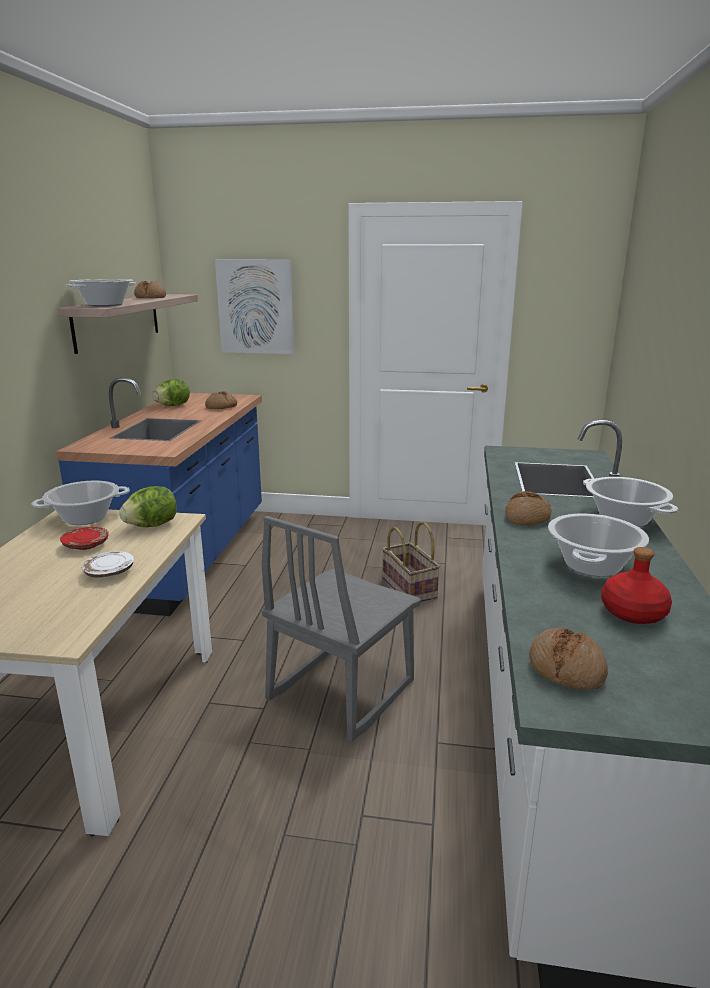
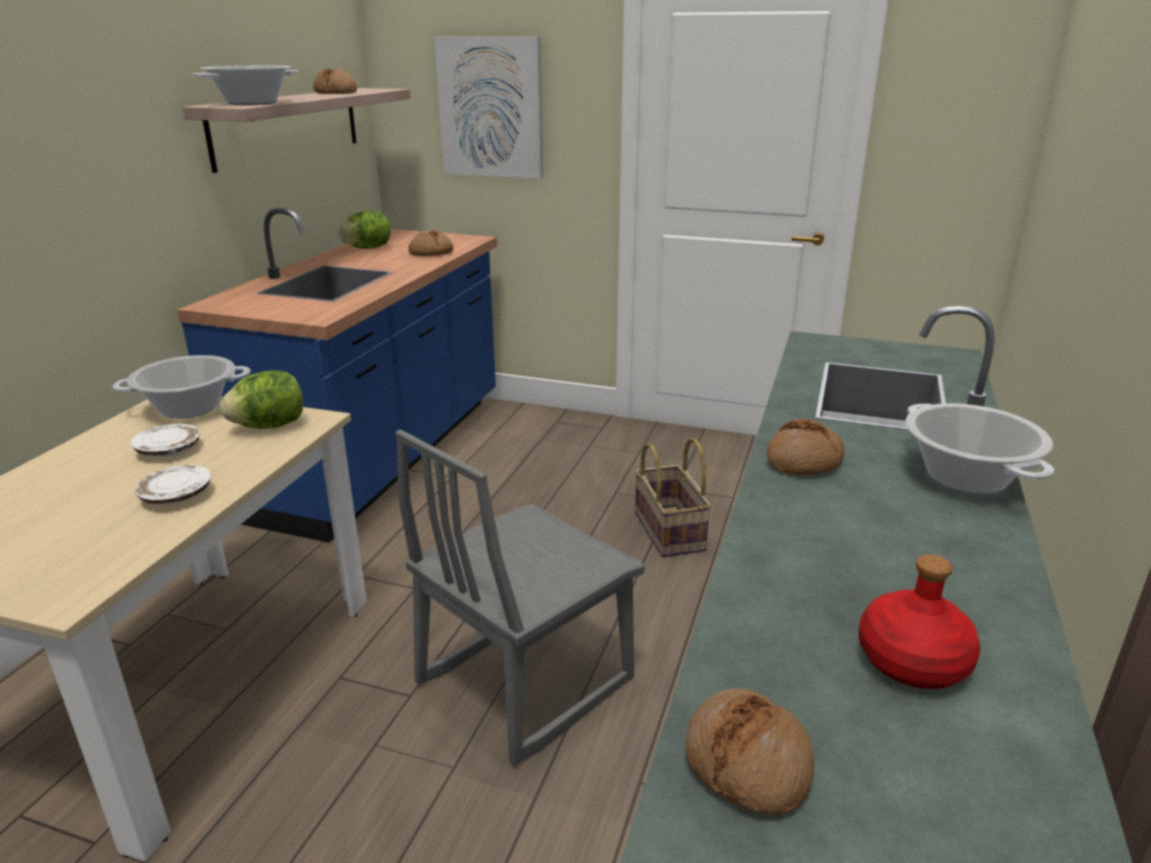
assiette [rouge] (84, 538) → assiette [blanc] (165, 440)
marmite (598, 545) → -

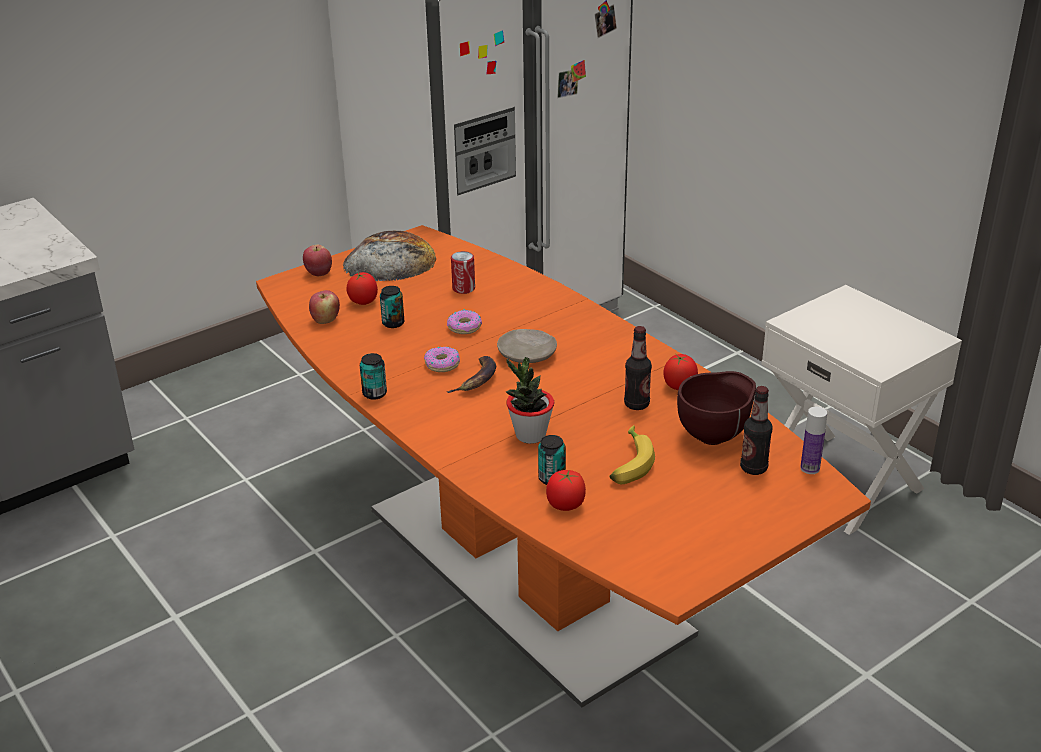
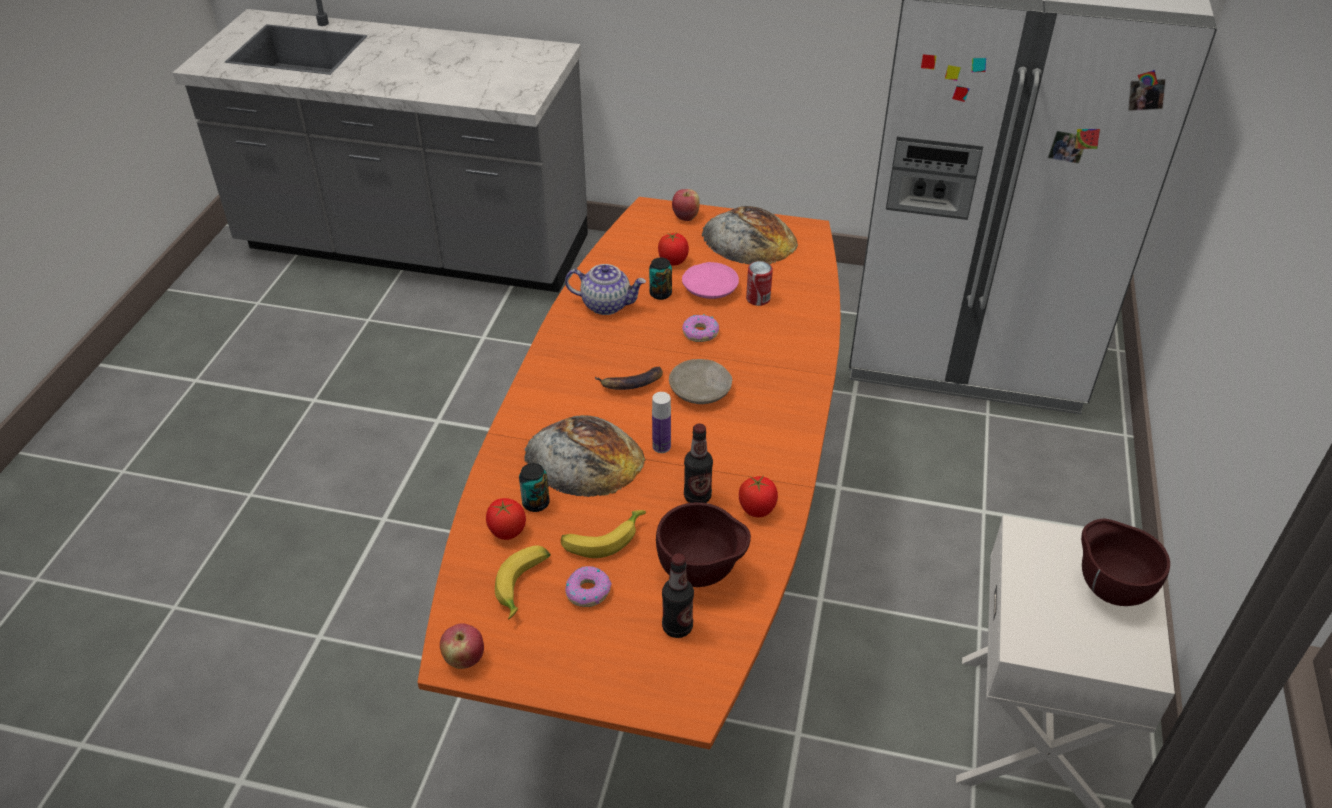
pomme (324, 307) → pomme (462, 646), moved
boîte métallique (373, 376) → -
beignet (442, 359) → beignet (588, 586), moved
plante en pot (530, 400) → pain (584, 456)
bouteille (813, 440) → bouteille (661, 422), moved
- → banane (523, 582)
- → théière (605, 289)
- → assiette [rose] (710, 280)
- → bol [marron] (1125, 562)

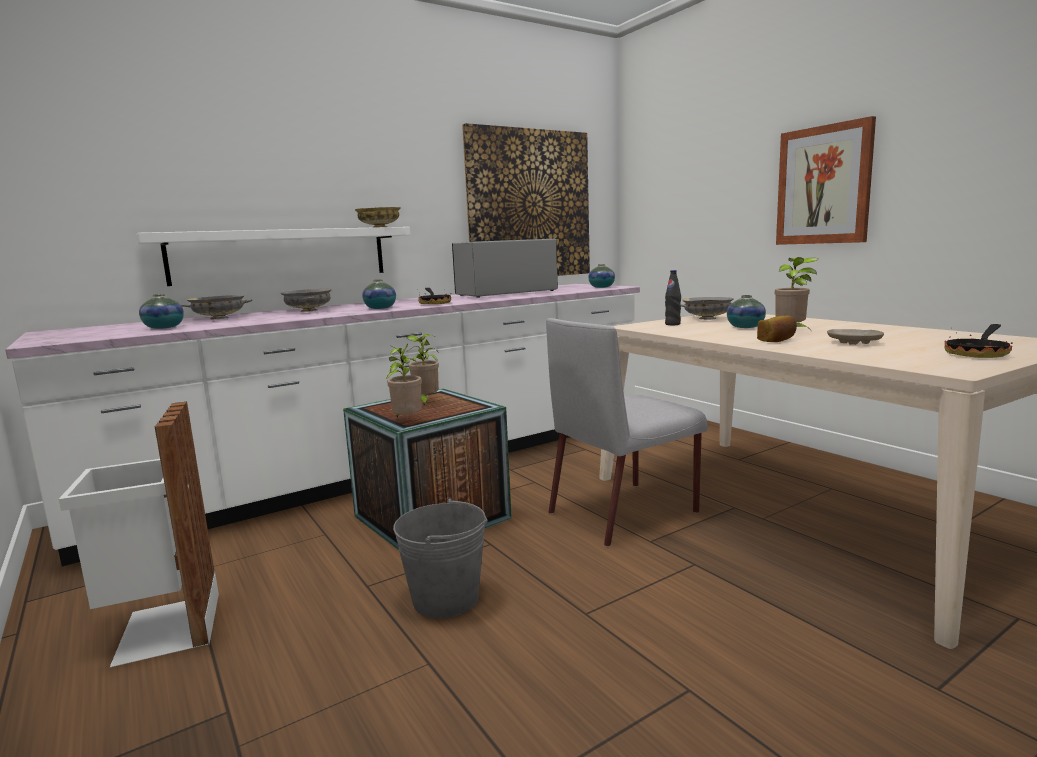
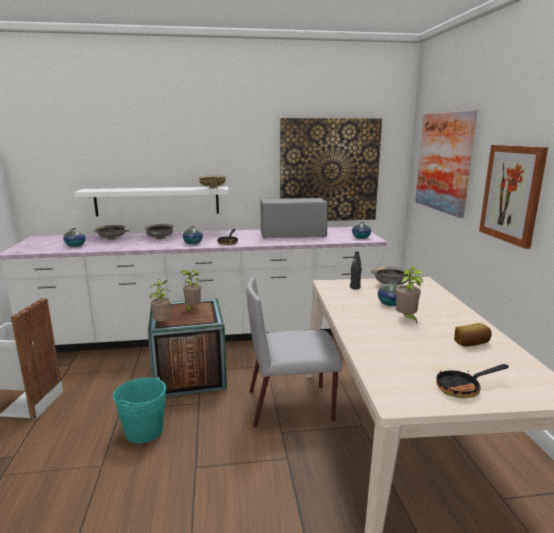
seau [gris] (440, 558) → seau [turquoise] (139, 410)
pain (777, 328) → pain (473, 334), moved
assiette [beige] (855, 337) → -
- → tableau (446, 164)

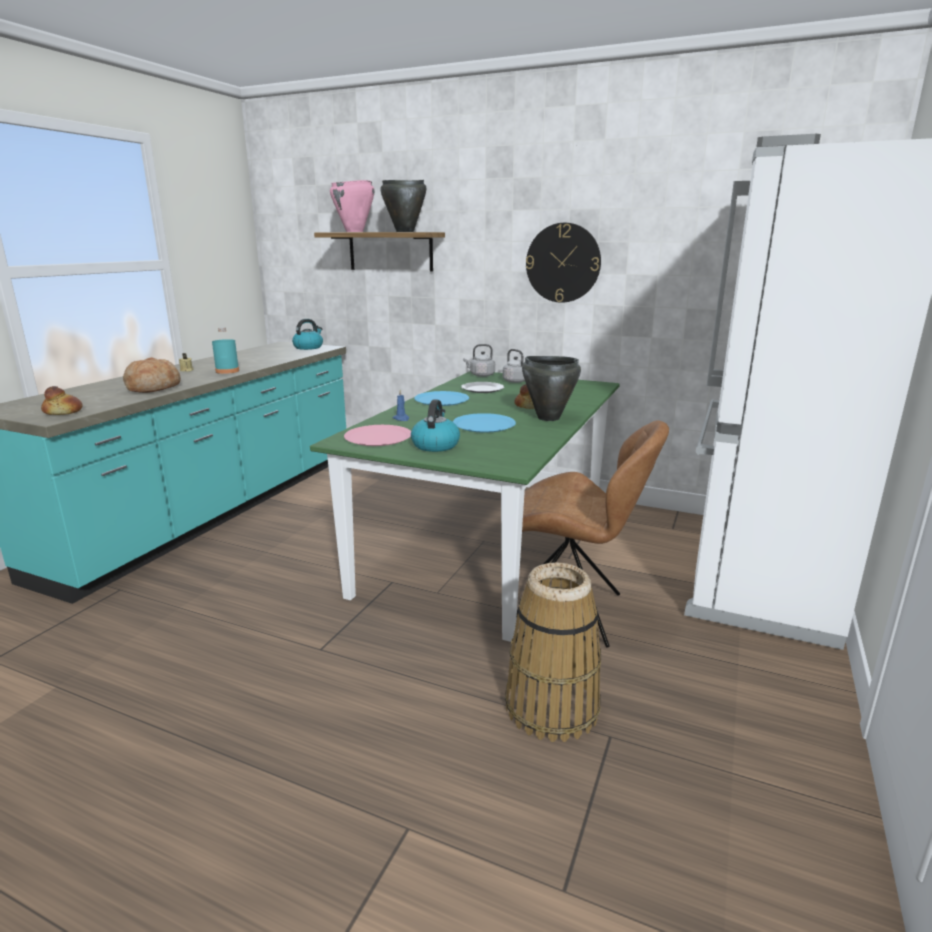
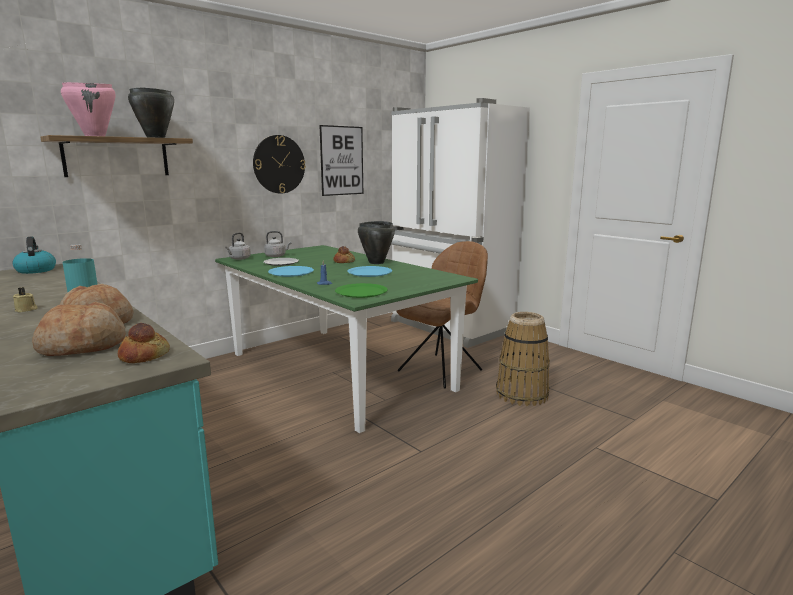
assiette [rose] (377, 435) → assiette [vert] (361, 290)
bouilloire (435, 425) → -
- → pain (79, 329)
- → tableau (341, 160)

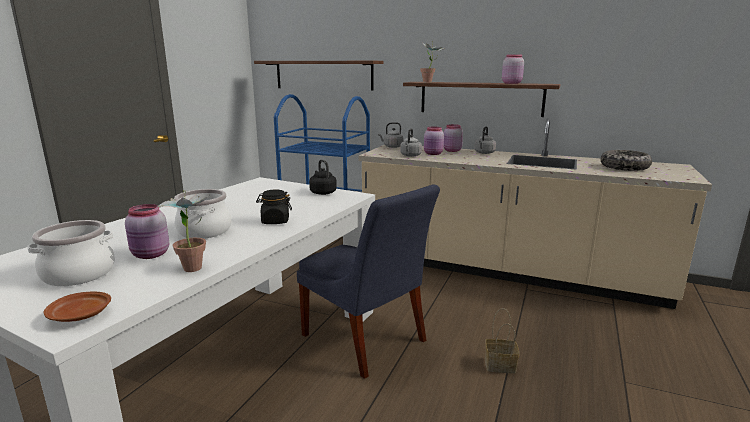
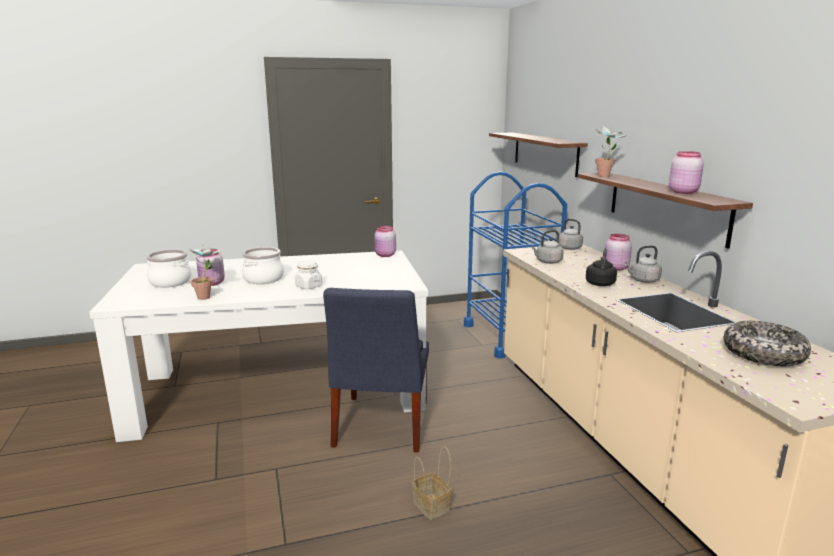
assiette [marron] (77, 306) → -
bocal [noir] (274, 207) → bocal [blanc] (308, 274)
bouilloire [noir] (323, 177) → bouilloire [noir] (601, 267), moved
bocal [rose] (434, 141) → bocal [rose] (385, 241), moved

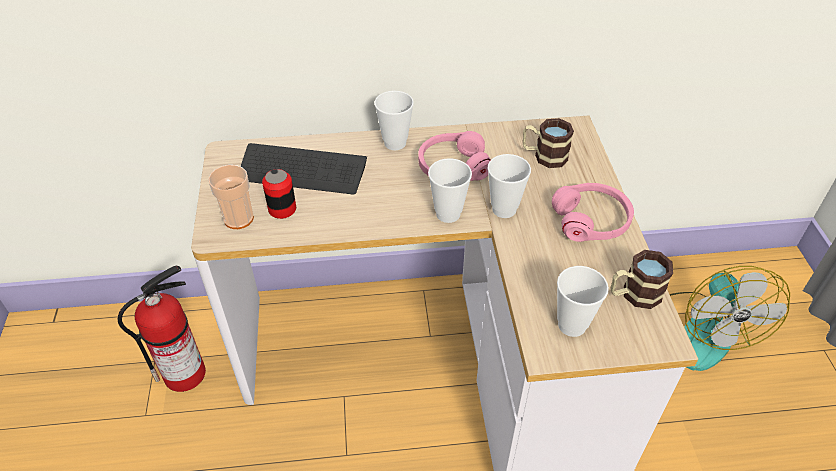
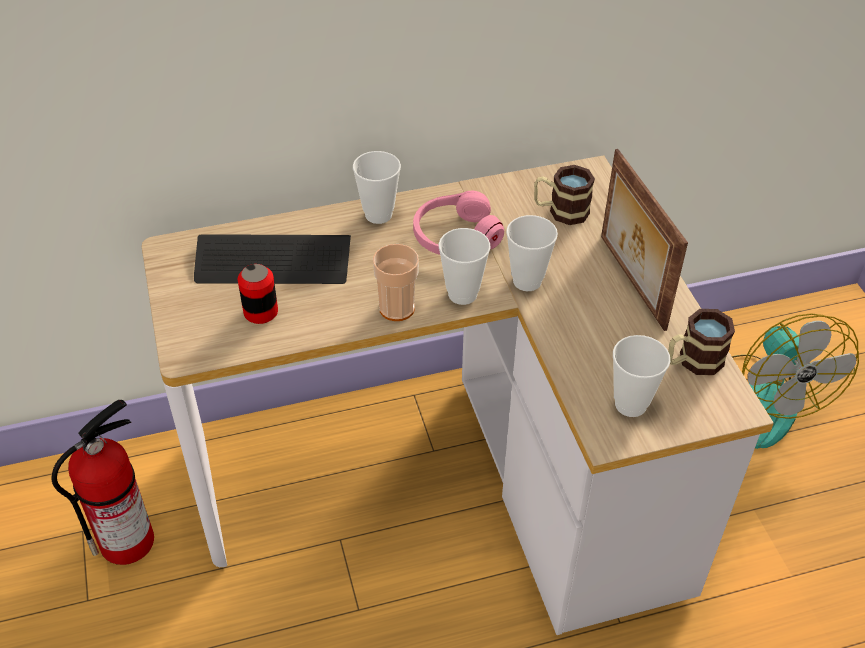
tasse (231, 197) → tasse (396, 282), moved
casque audio [rose] (593, 212) → cadre photo (644, 240)

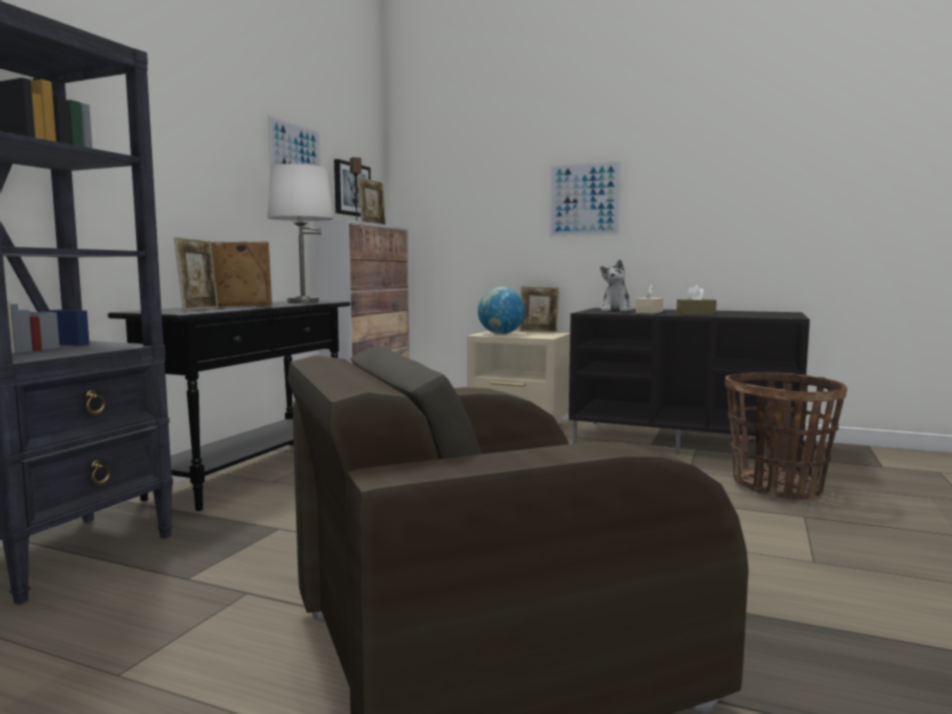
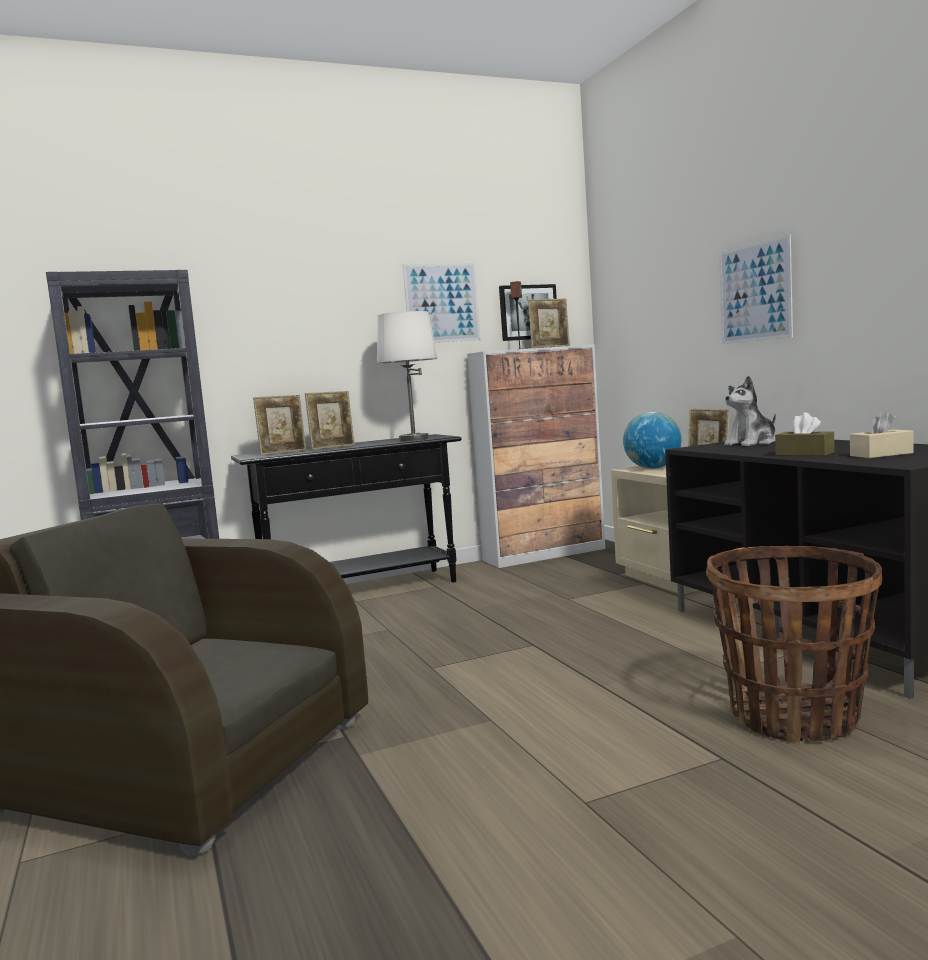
cadre photo (241, 274) → cadre photo (330, 420), 120 degrees clockwise
boîte à mouchoirs [beige] (649, 299) → boîte à mouchoirs [beige] (882, 434), moved

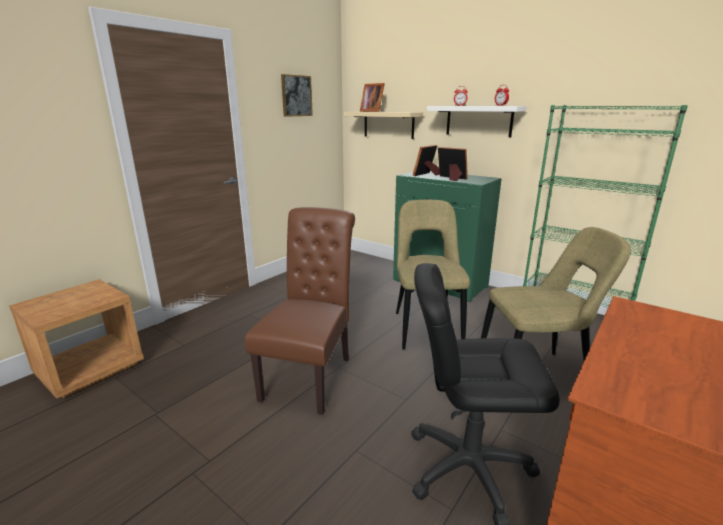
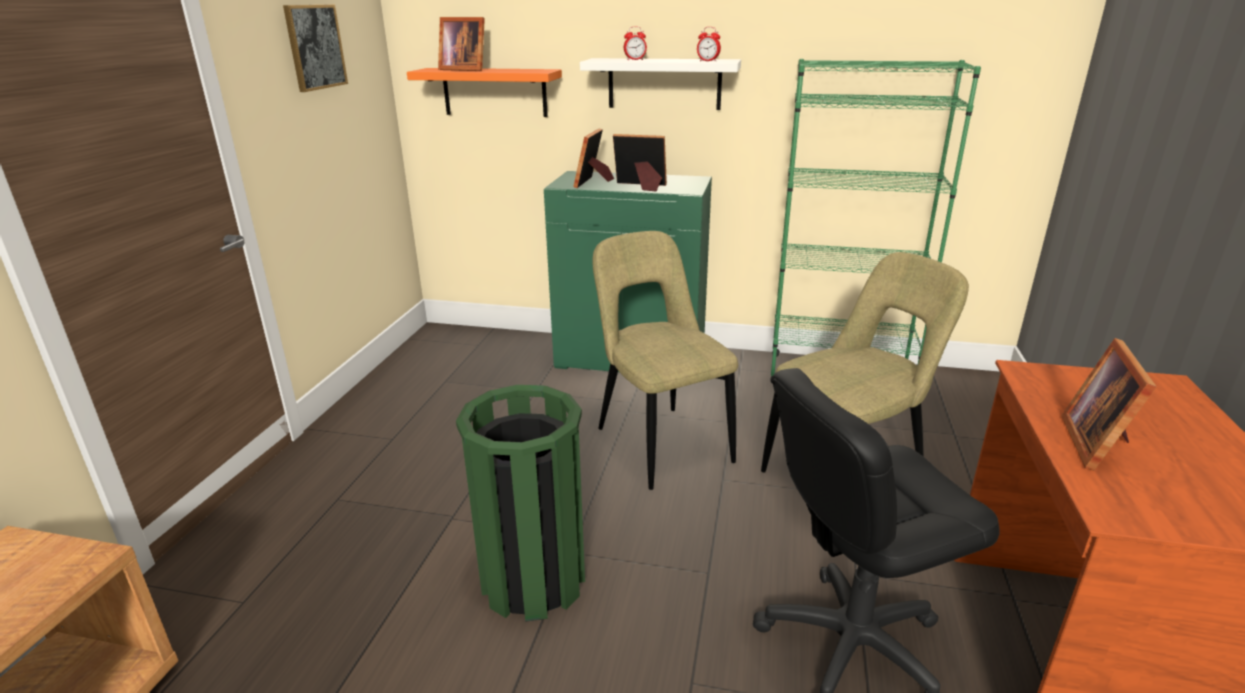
chaise [marron] (300, 311) → poubelle [vert] (520, 503)
étagère [beige] (383, 125) → étagère [orange] (484, 92)
- → cadre photo (1109, 404)

